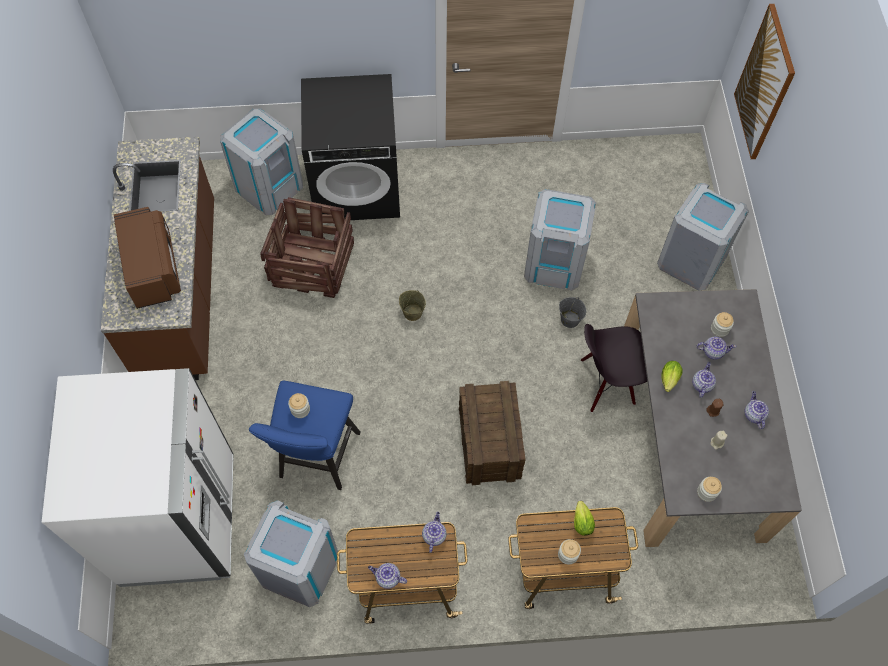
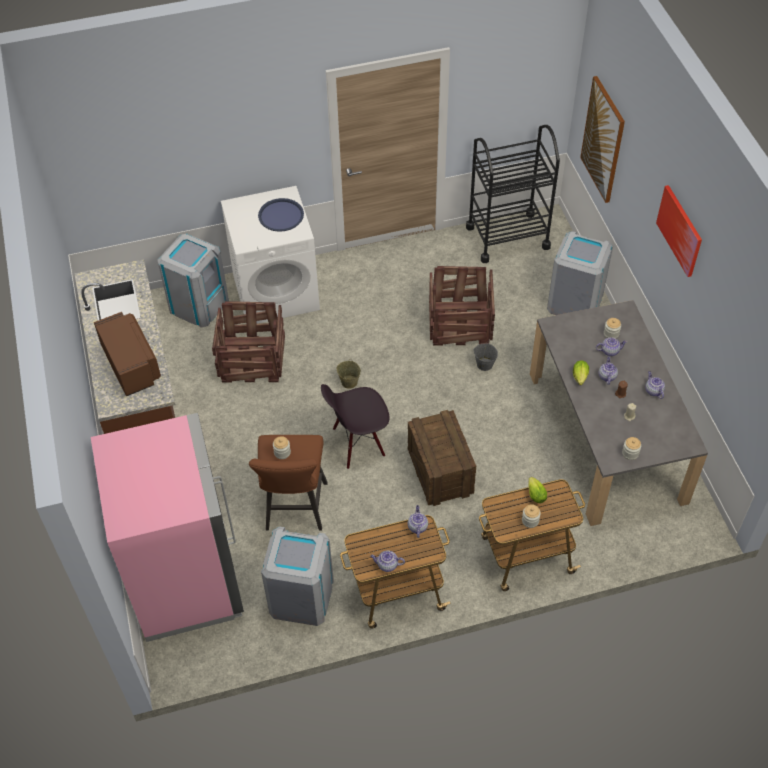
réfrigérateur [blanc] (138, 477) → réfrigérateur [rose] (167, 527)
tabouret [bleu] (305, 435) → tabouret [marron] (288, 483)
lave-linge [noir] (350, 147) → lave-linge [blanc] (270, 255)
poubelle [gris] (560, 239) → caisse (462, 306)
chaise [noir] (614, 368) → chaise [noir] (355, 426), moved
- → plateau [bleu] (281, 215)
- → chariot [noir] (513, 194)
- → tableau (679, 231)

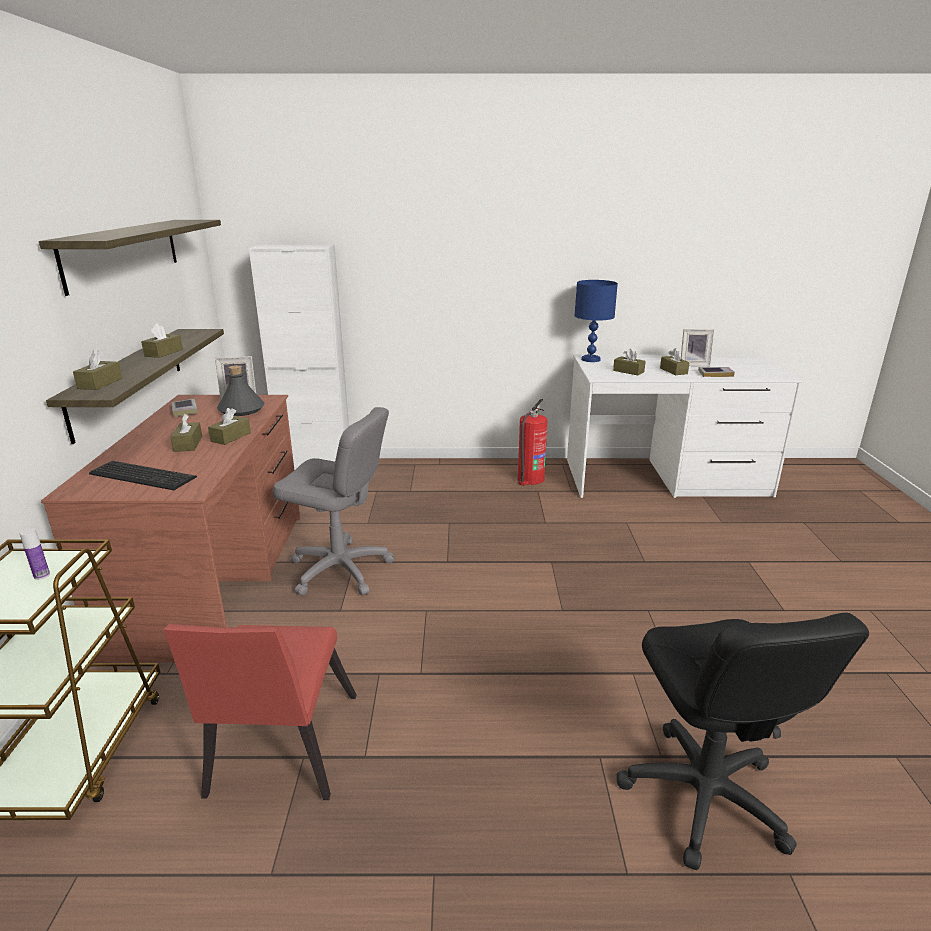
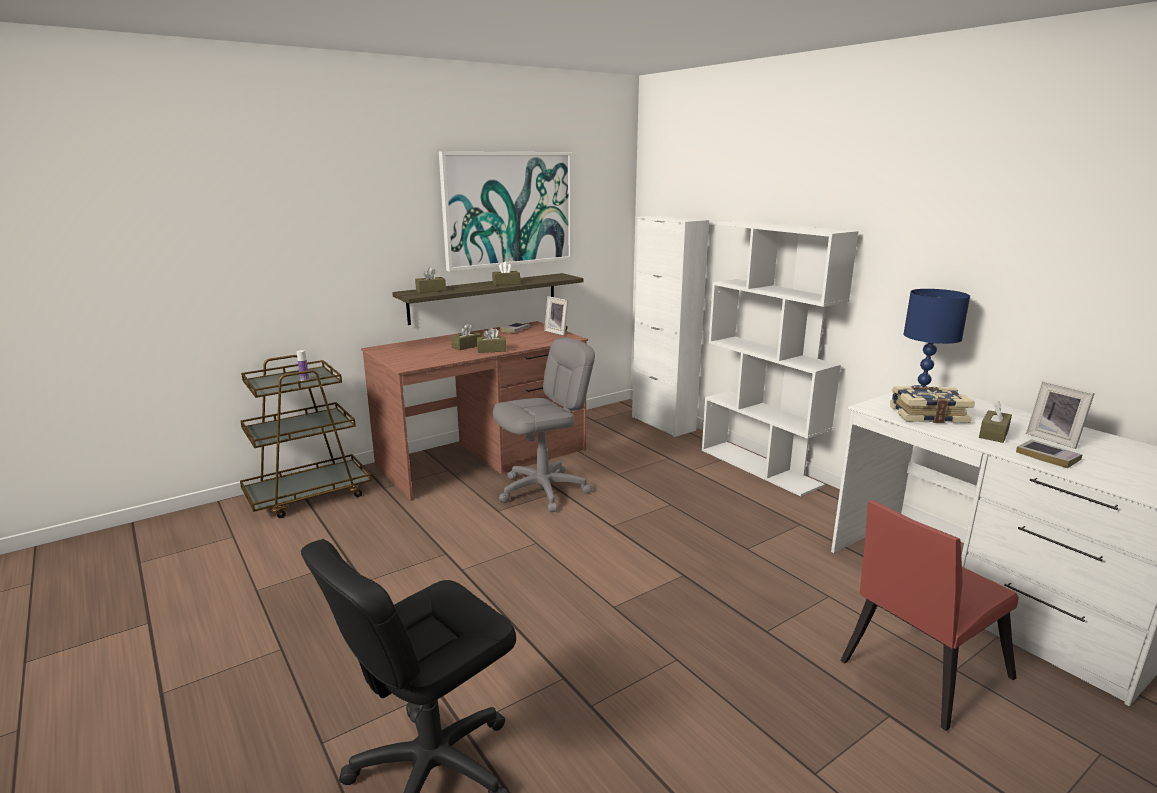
étagère (130, 258) → tableau (505, 211)
clavier (143, 475) → -
chaise [rouge] (260, 712) → chaise [rouge] (929, 615), moved
bouteille [gris] (241, 390) → -
chaise de bureau [gris] (334, 501) → chaise de bureau [gris] (544, 425), 105 degrees counterclockwise
extincteur (532, 442) → -
boîte à mouchoirs [marron] (629, 362) → livre (932, 404)
- → bibliothèque [blanc] (780, 358)

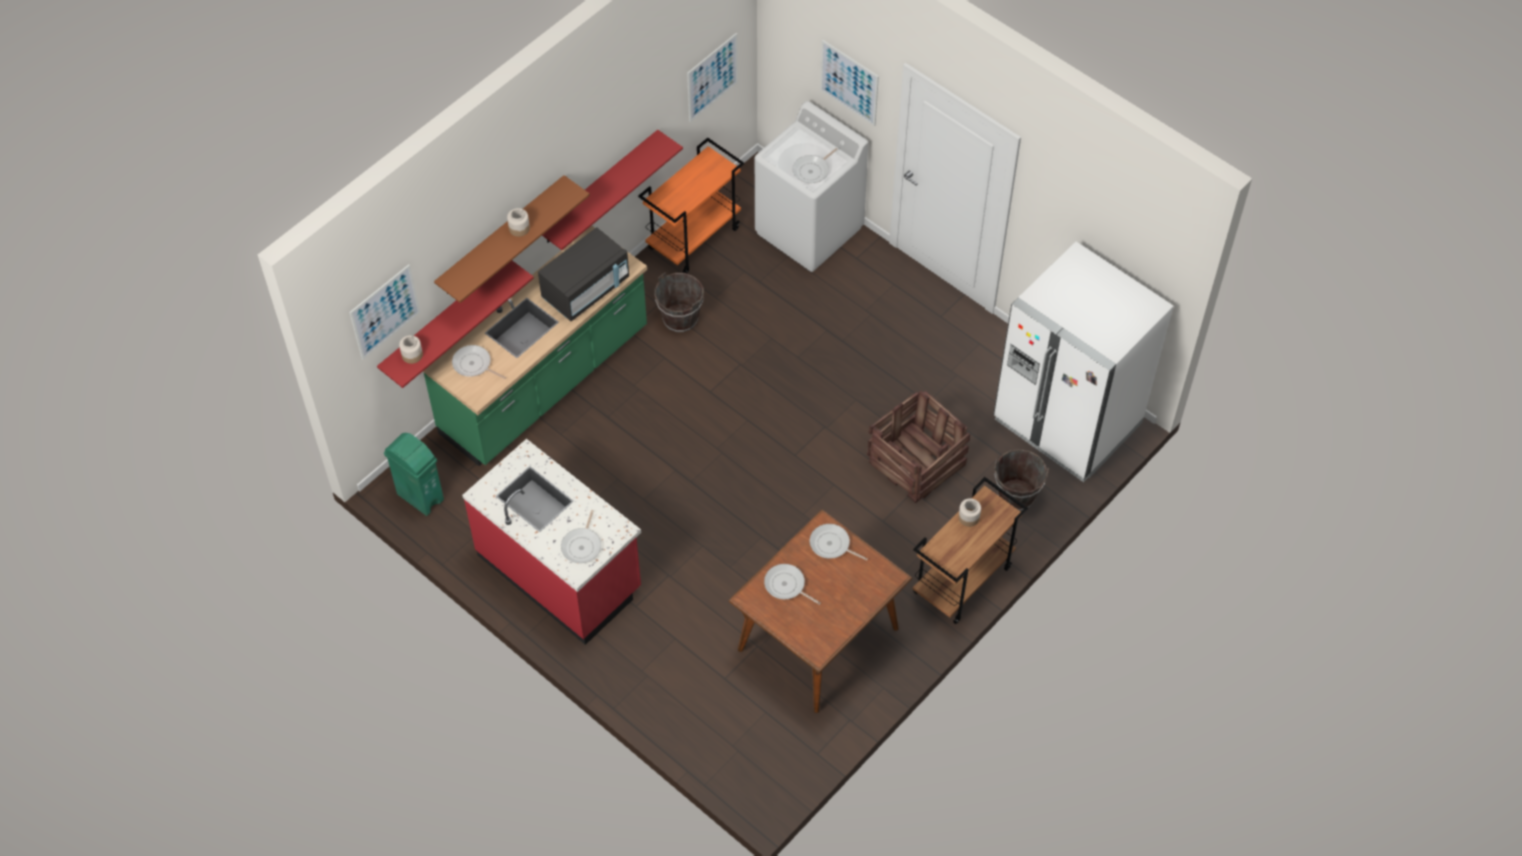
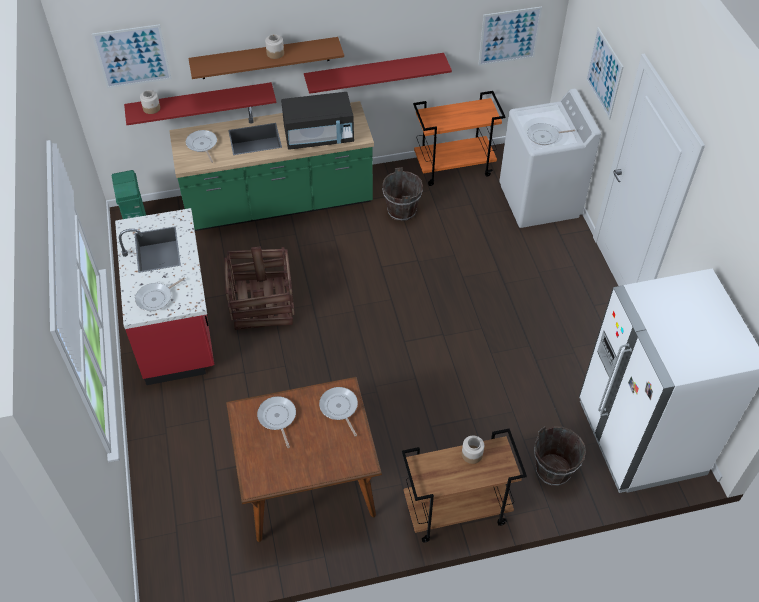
caisse (918, 446) → caisse (259, 288), moved

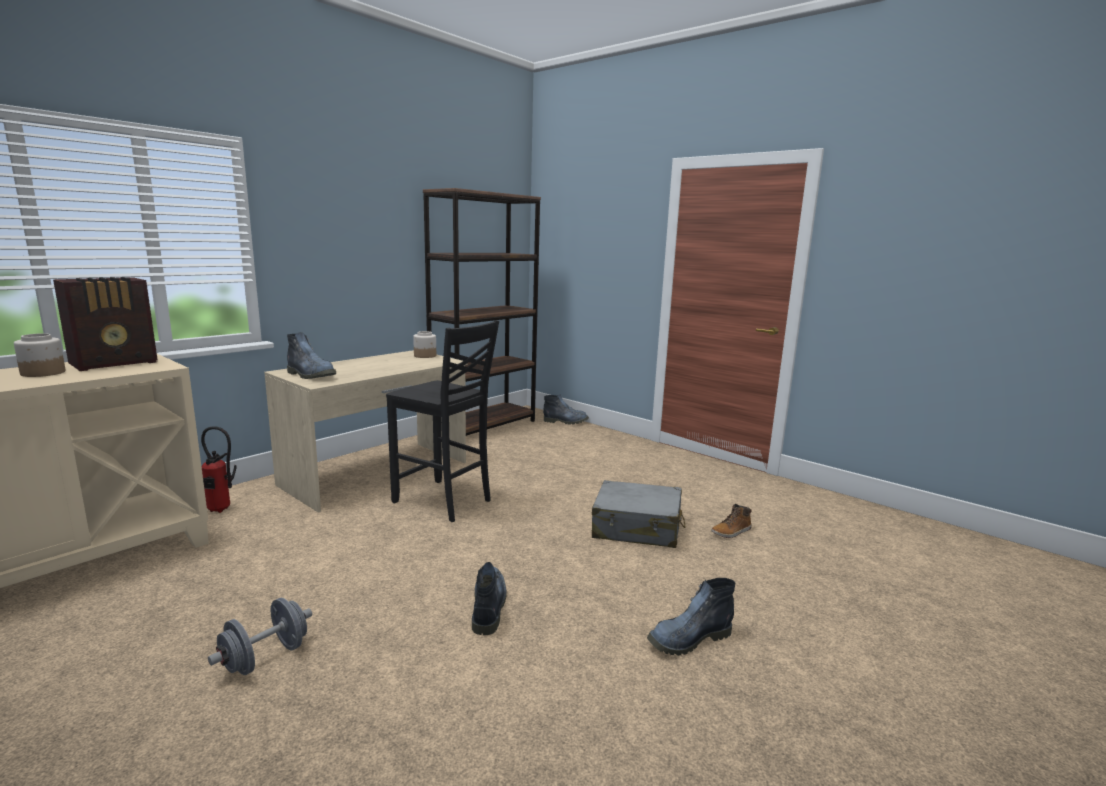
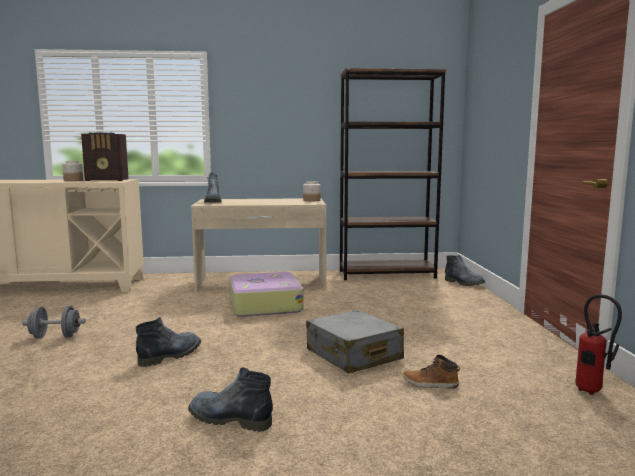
extincteur (218, 469) → extincteur (598, 344), moved
chaise [noir] (442, 421) → valise (266, 294)

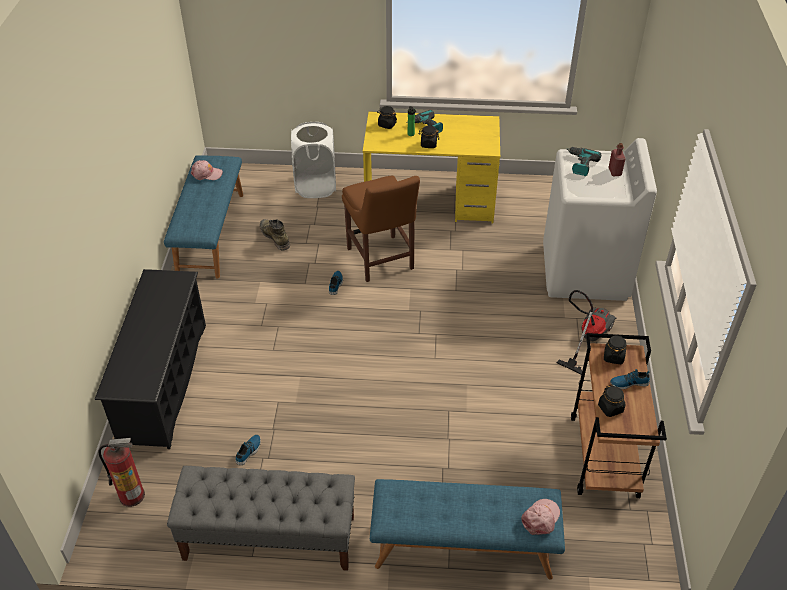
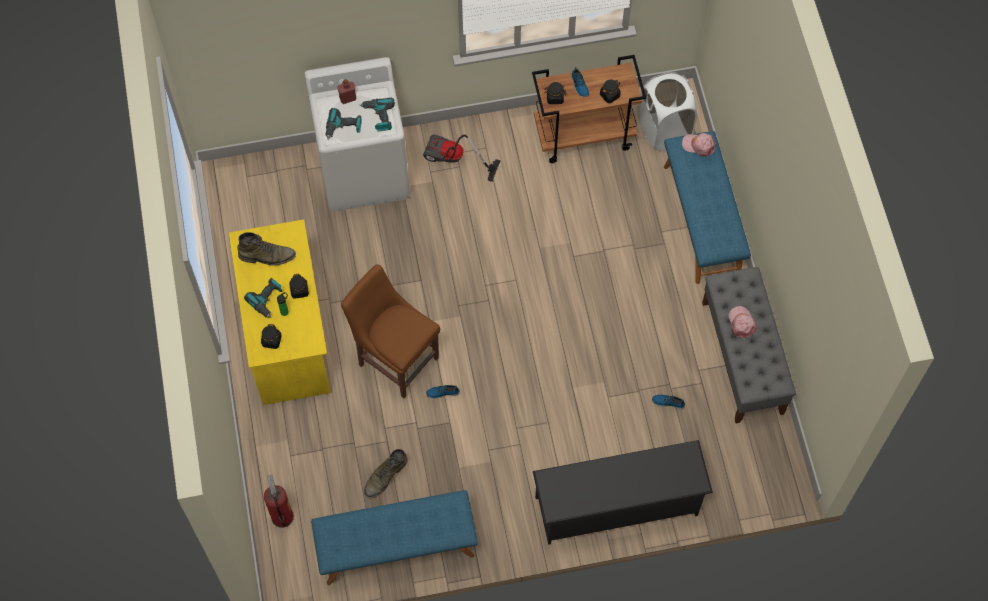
extincteur (122, 472) → extincteur (279, 501), moved
casquette [rose] (207, 170) → casquette [rose] (743, 322), moved
panier à linge [blanc] (313, 160) → panier à linge [blanc] (668, 111), moved
chaise [marron] (381, 229) → chaise [marron] (390, 331), 105 degrees counterclockwise
- → botte [vert] (267, 248)
- → perceuse (377, 114)

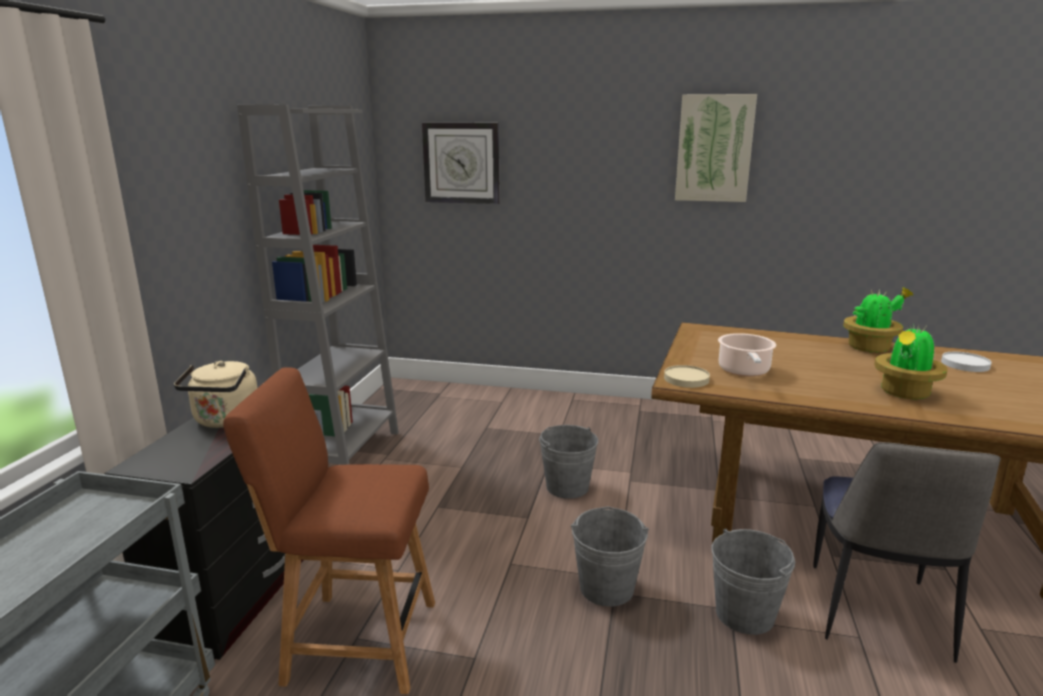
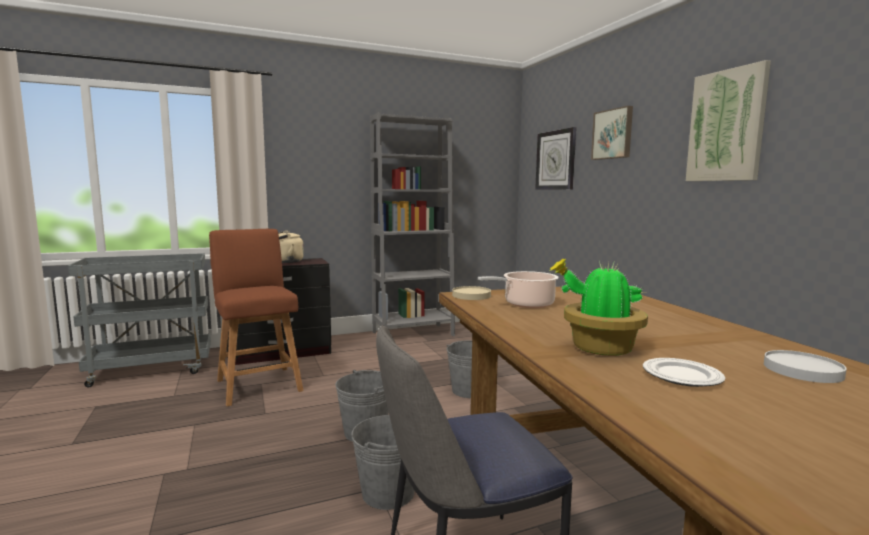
plante en pot (878, 320) → -
- → tableau (612, 133)
- → assiette (684, 372)

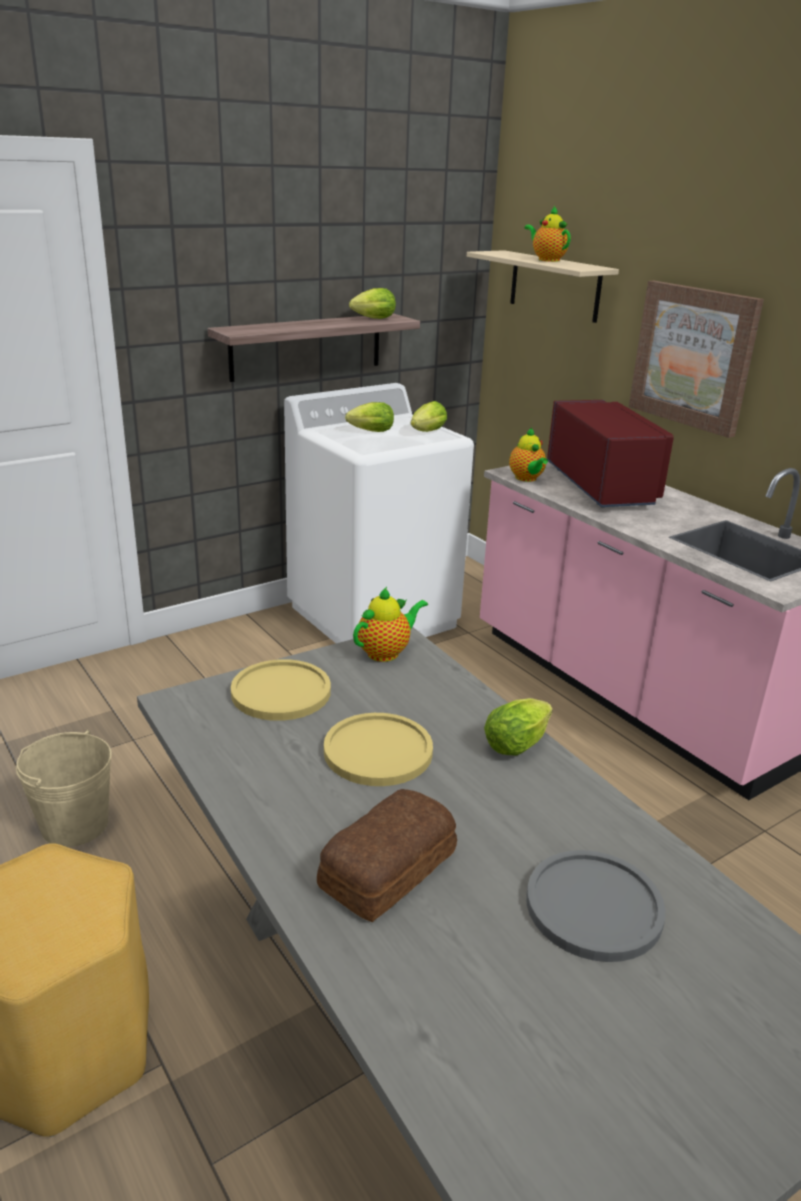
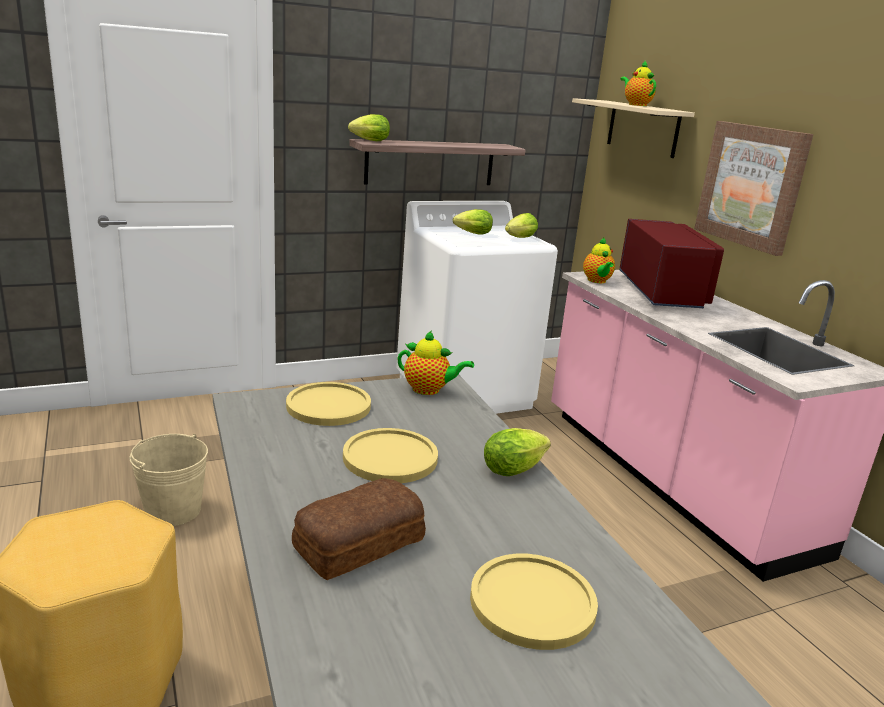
laitue (372, 303) → laitue (369, 127), moved
théière (390, 624) → théière (436, 363), 45 degrees clockwise
assiette [gris] (596, 906) → assiette [jaune] (534, 602)

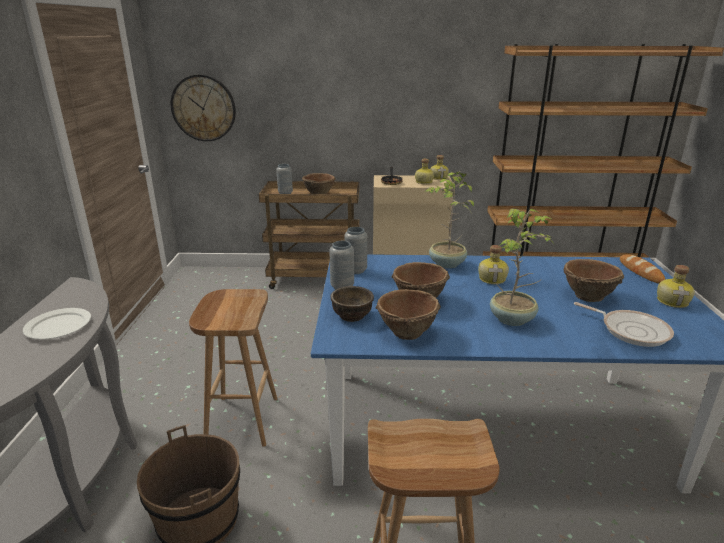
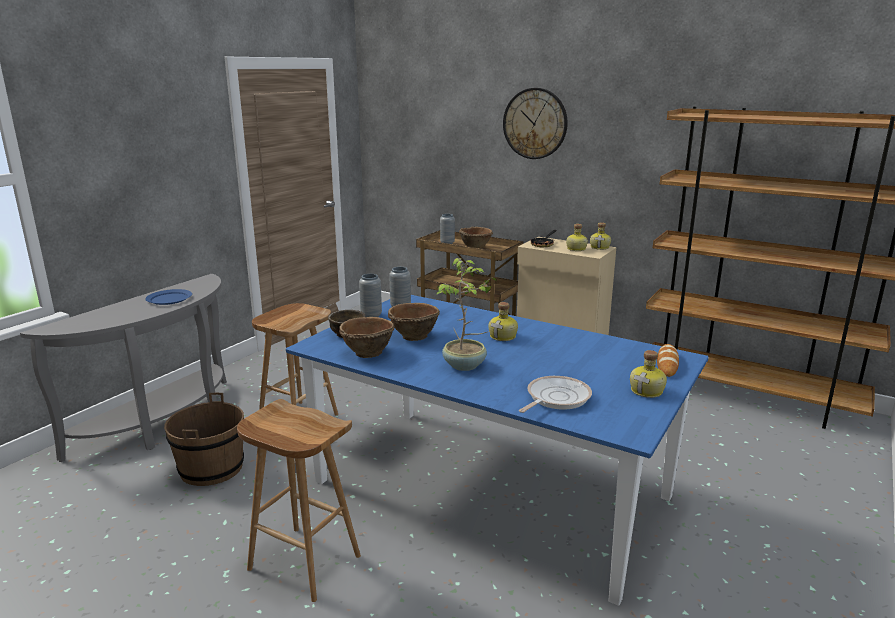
assiette [blanc] (57, 323) → assiette [bleu] (168, 297)
horloge murale (203, 107) → horloge murale (535, 123), moved
plante en pot (449, 219) → -
bol [marron] (593, 280) → -
poêle (624, 324) → poêle (555, 394), 120 degrees counterclockwise

